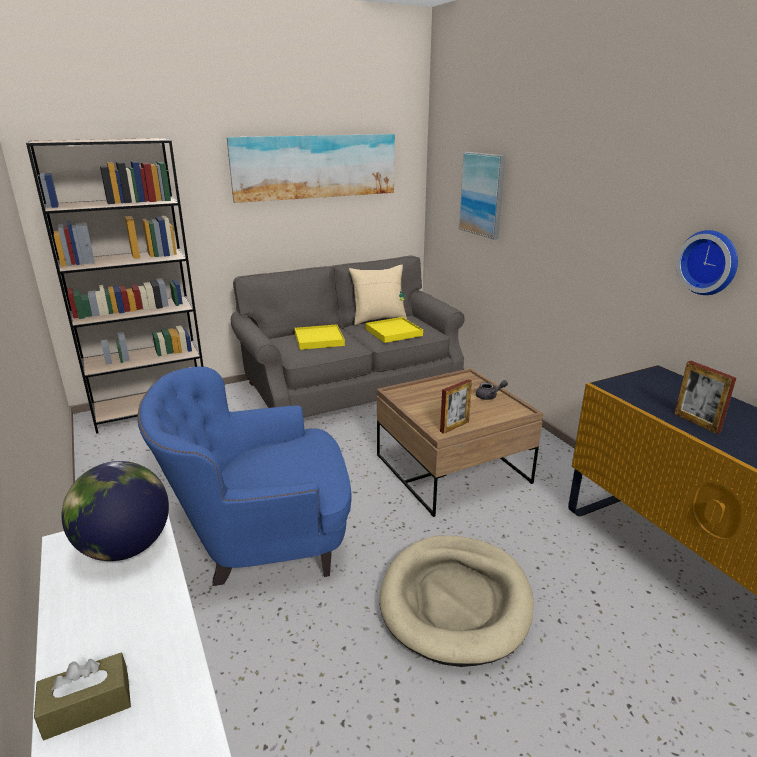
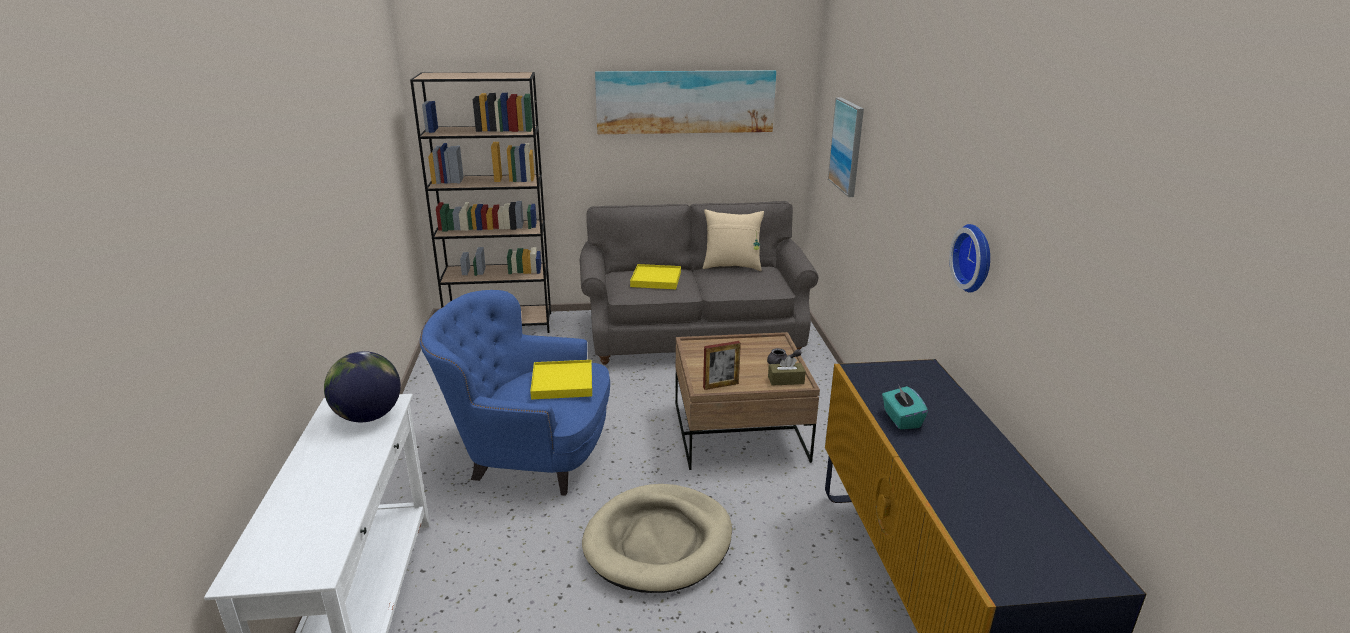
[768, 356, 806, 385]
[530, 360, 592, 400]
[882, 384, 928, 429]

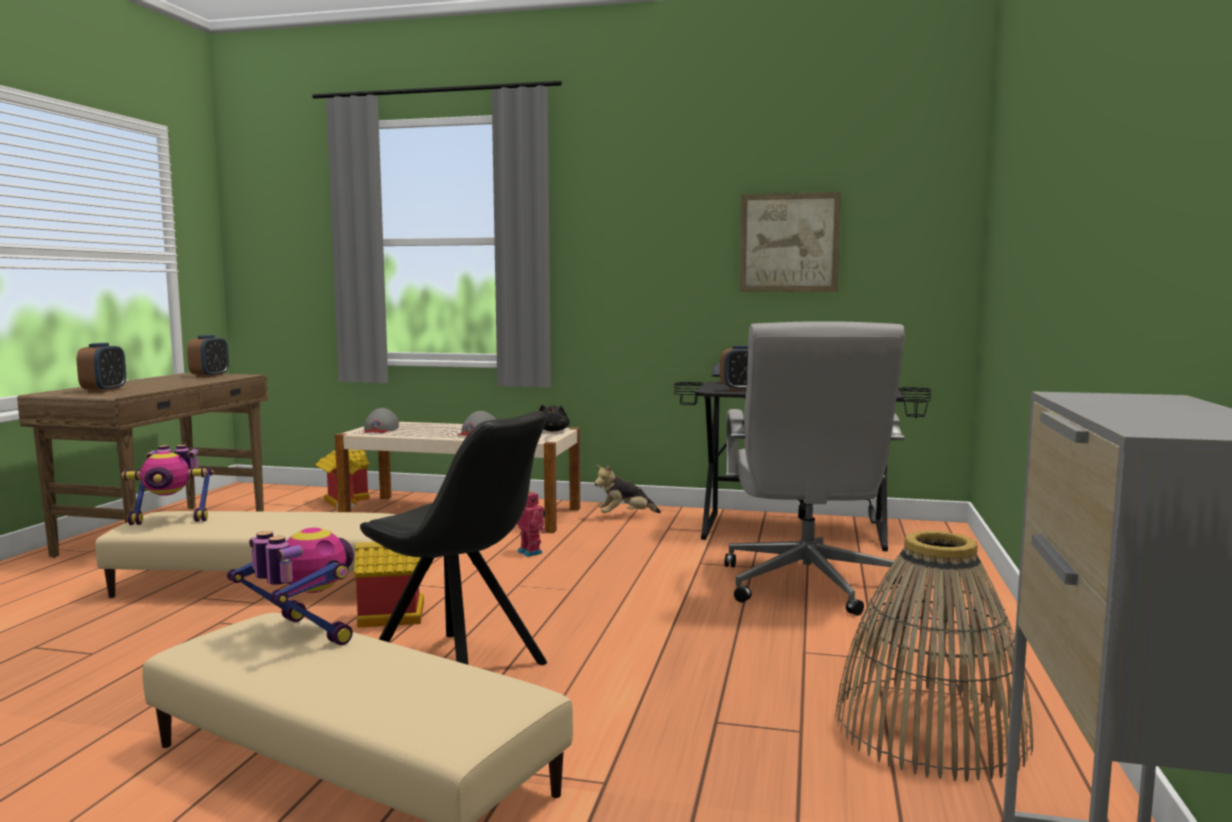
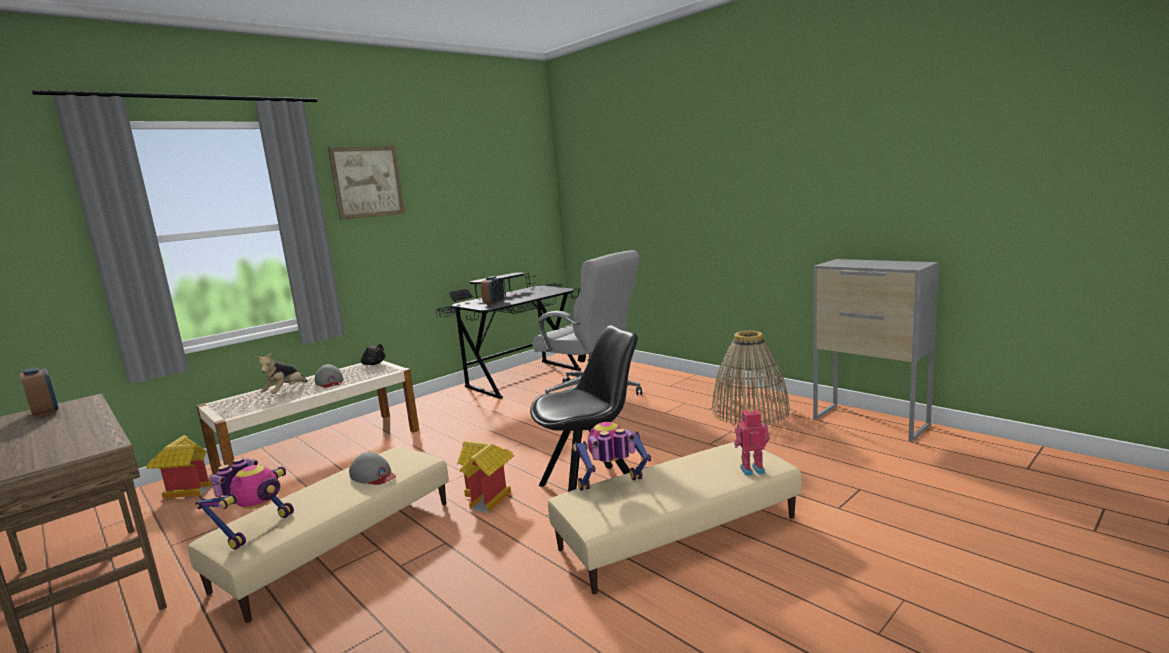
[77, 343, 126, 392] (first image)
[349, 452, 396, 485]
[734, 409, 770, 476]
[255, 352, 307, 394]
[328, 146, 405, 220]

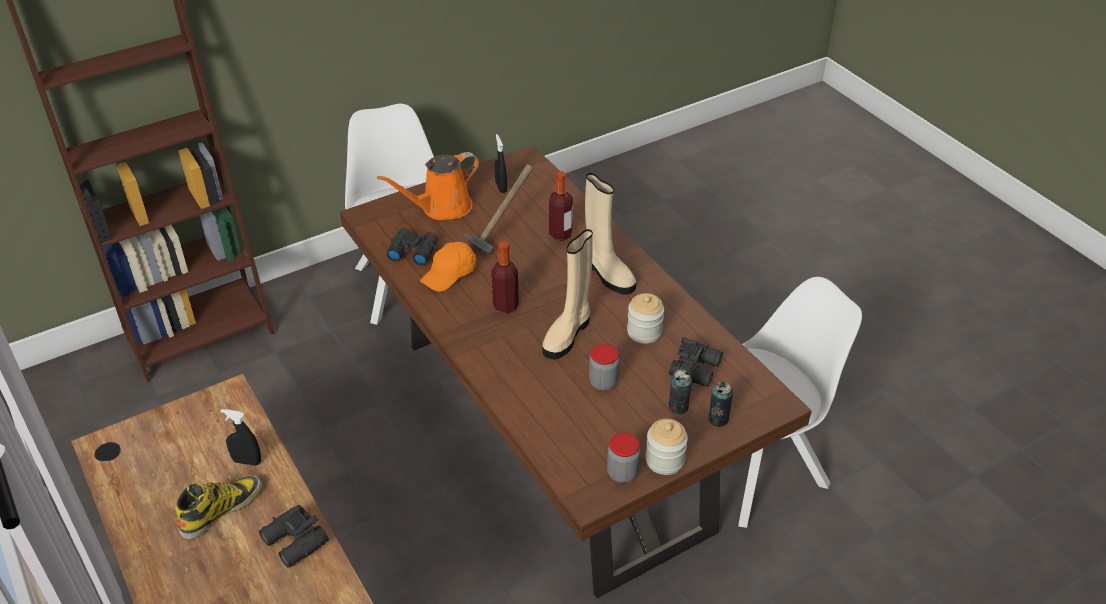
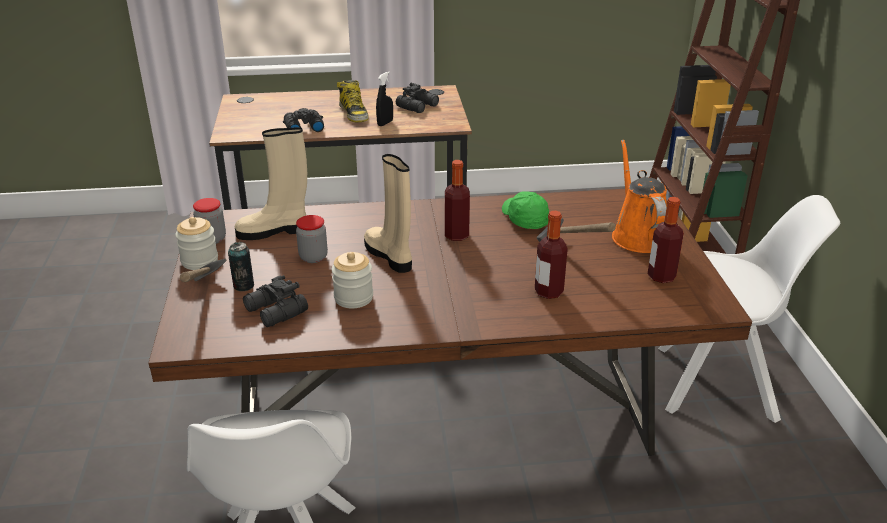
[396, 83, 439, 113]
[235, 127, 307, 240]
[648, 197, 684, 283]
[180, 258, 227, 282]
[502, 191, 549, 229]

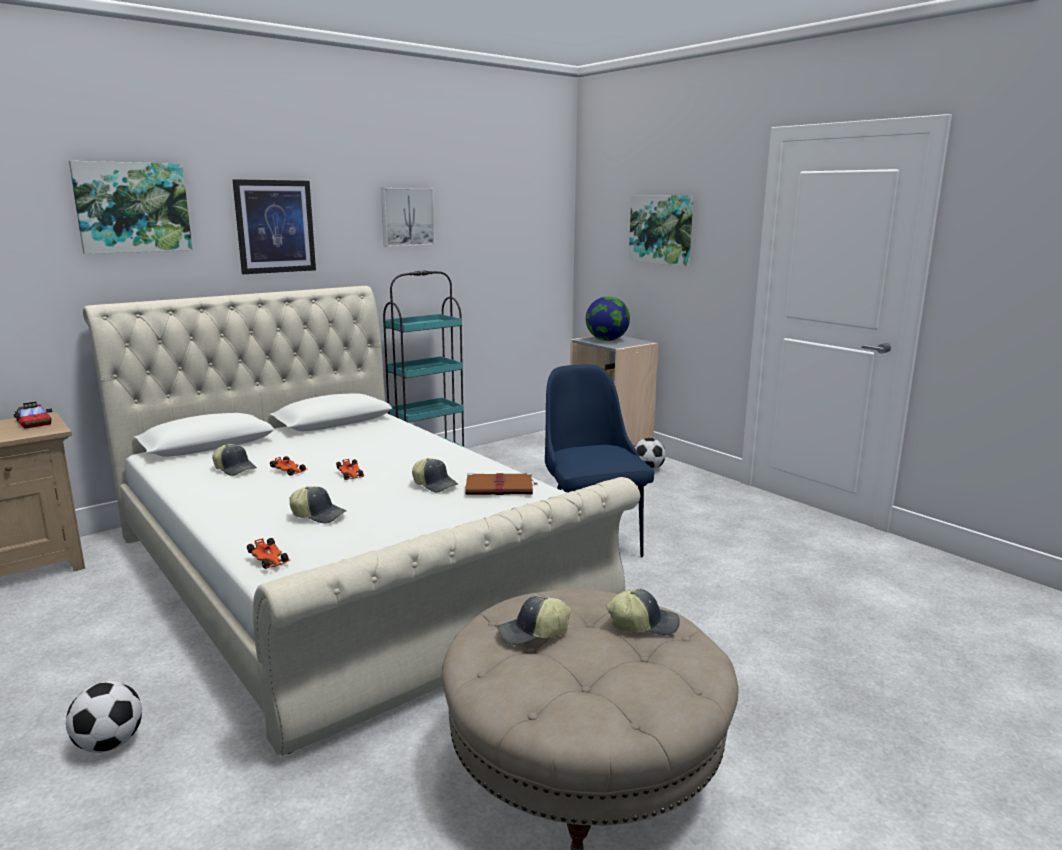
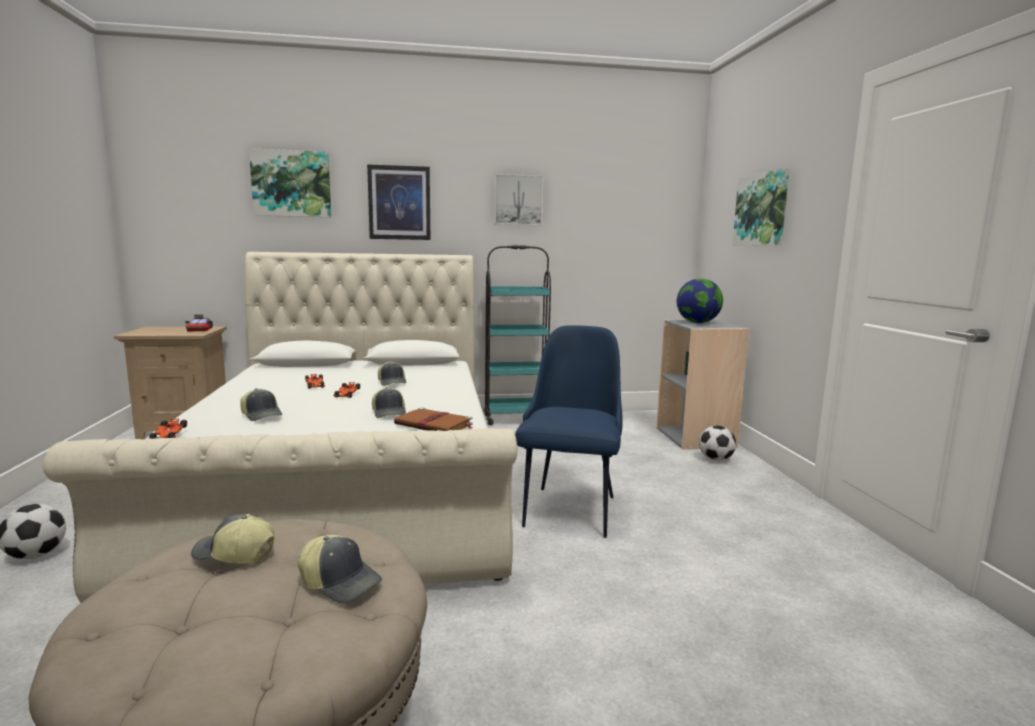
[378, 361, 406, 386]

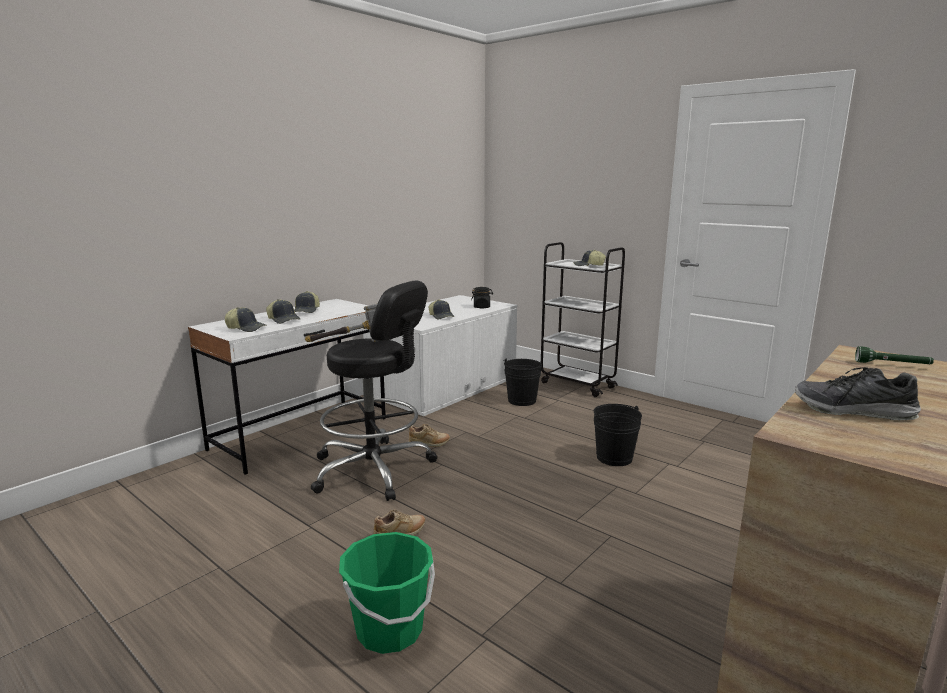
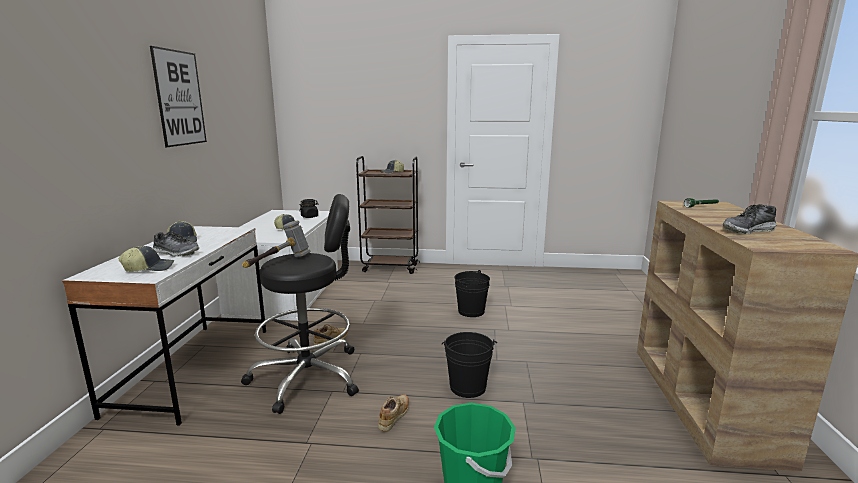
[150, 46, 207, 147]
[442, 332, 497, 398]
[153, 231, 200, 257]
[356, 156, 420, 274]

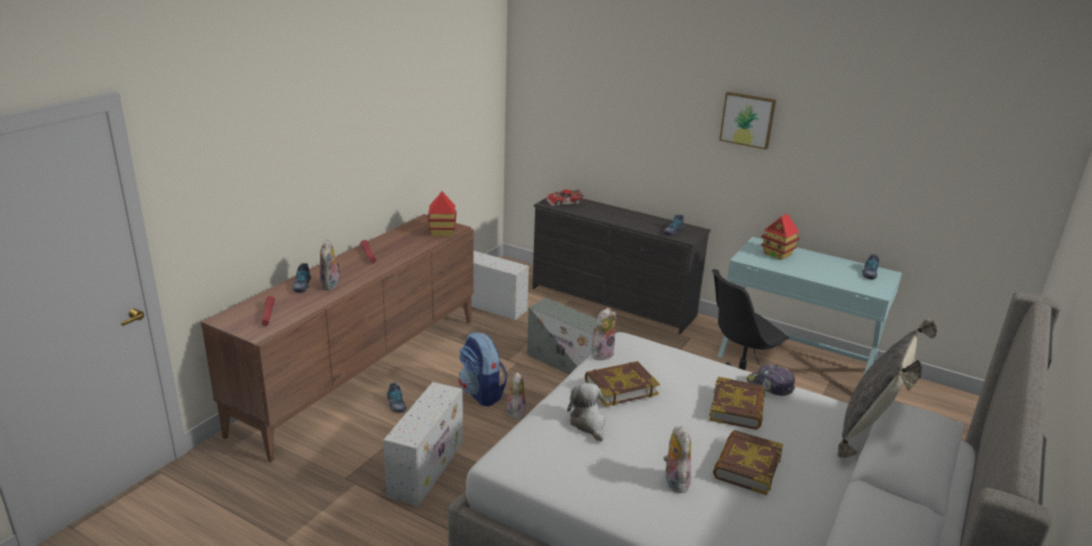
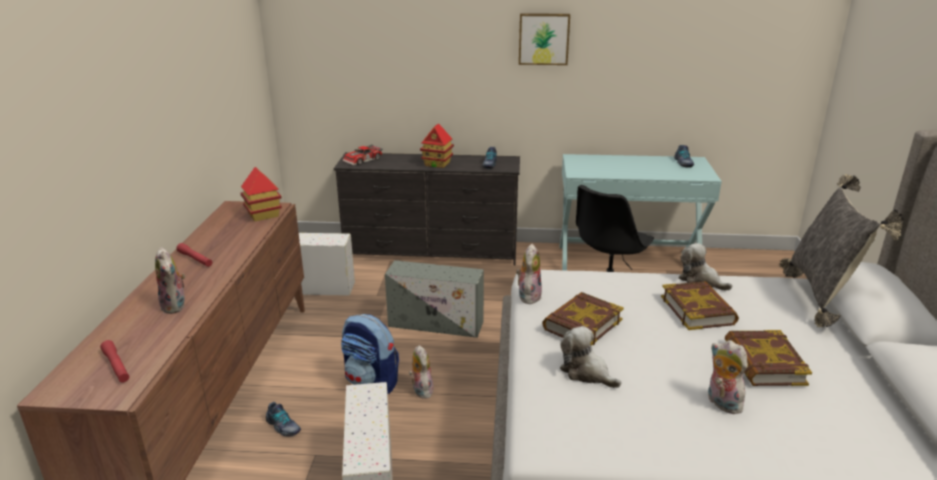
[292, 263, 311, 293] (first image)
[420, 123, 454, 168]
[678, 243, 732, 291]

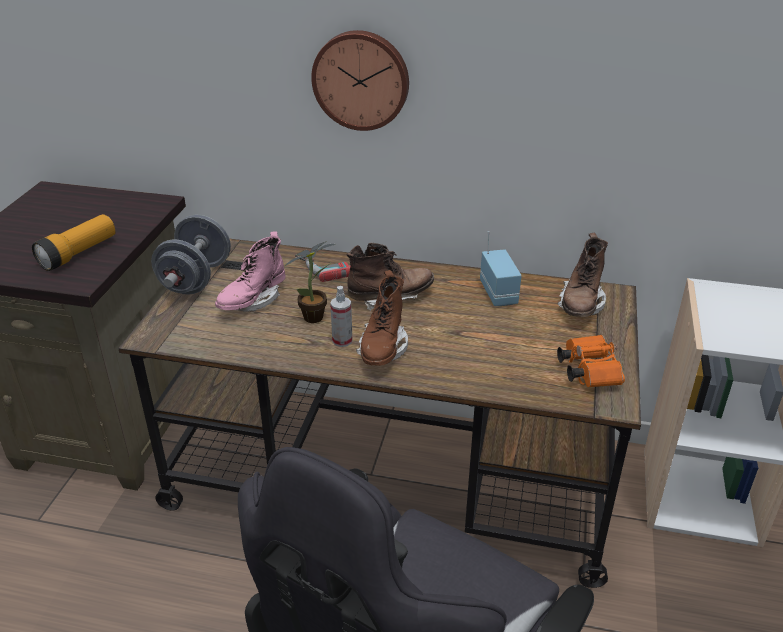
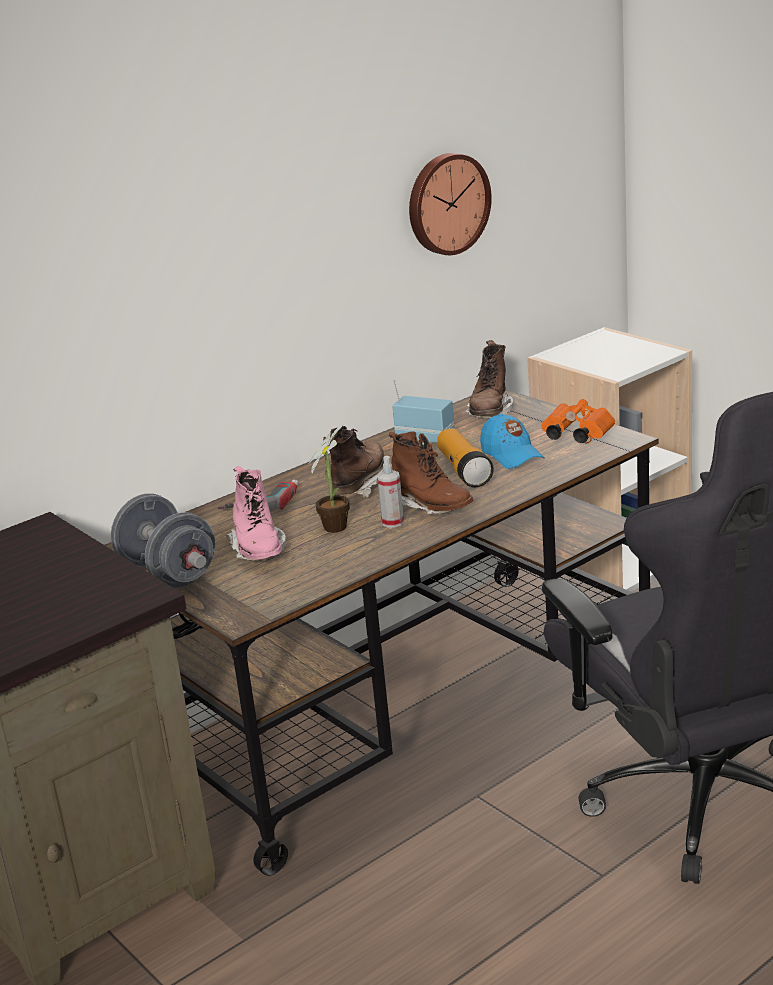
[480, 414, 545, 469]
[437, 428, 494, 487]
[409, 153, 492, 255]
[465, 340, 514, 419]

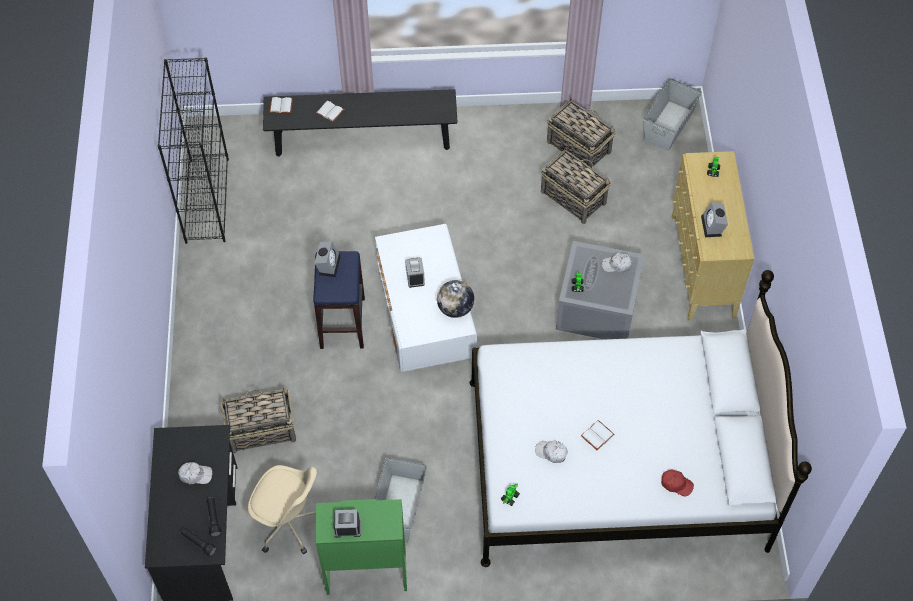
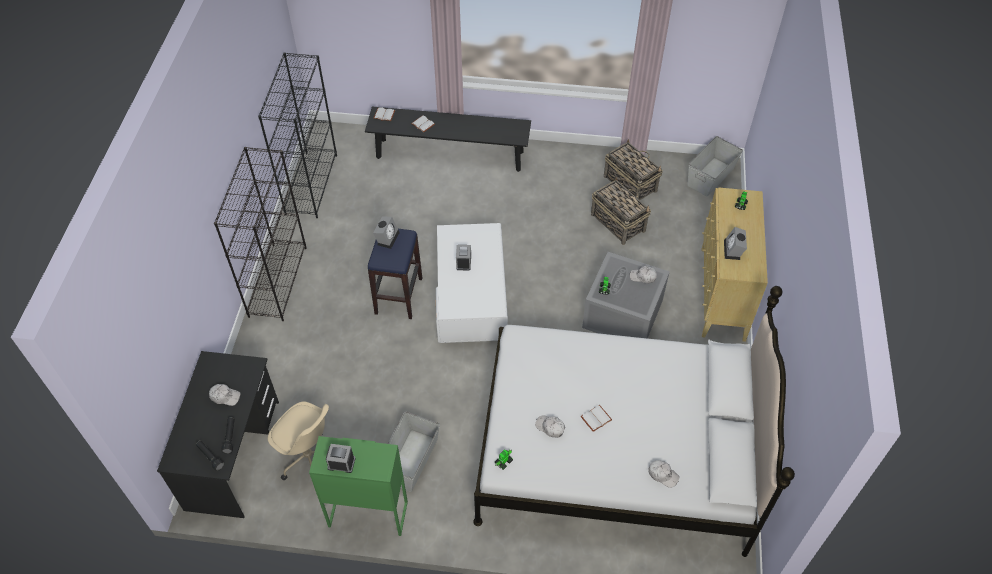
[221, 387, 296, 453] (first image)
[437, 280, 474, 318] (first image)
[214, 147, 307, 321]
[648, 460, 679, 488]

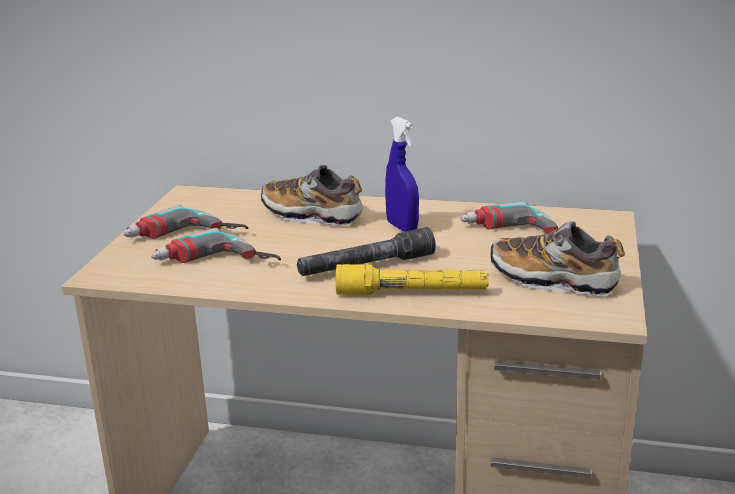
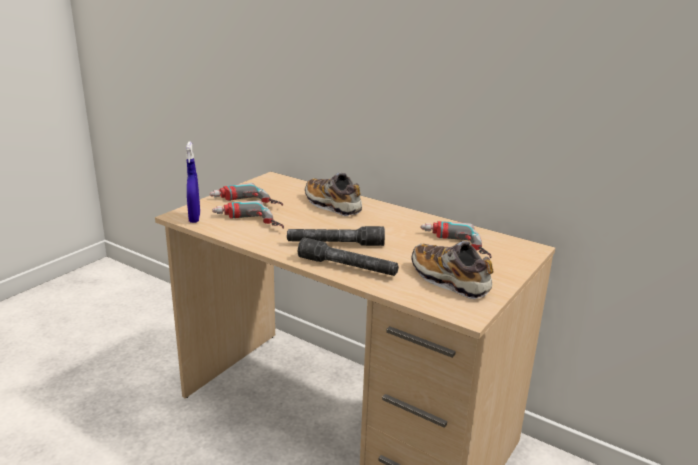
[186, 141, 200, 223]
[298, 237, 399, 276]

